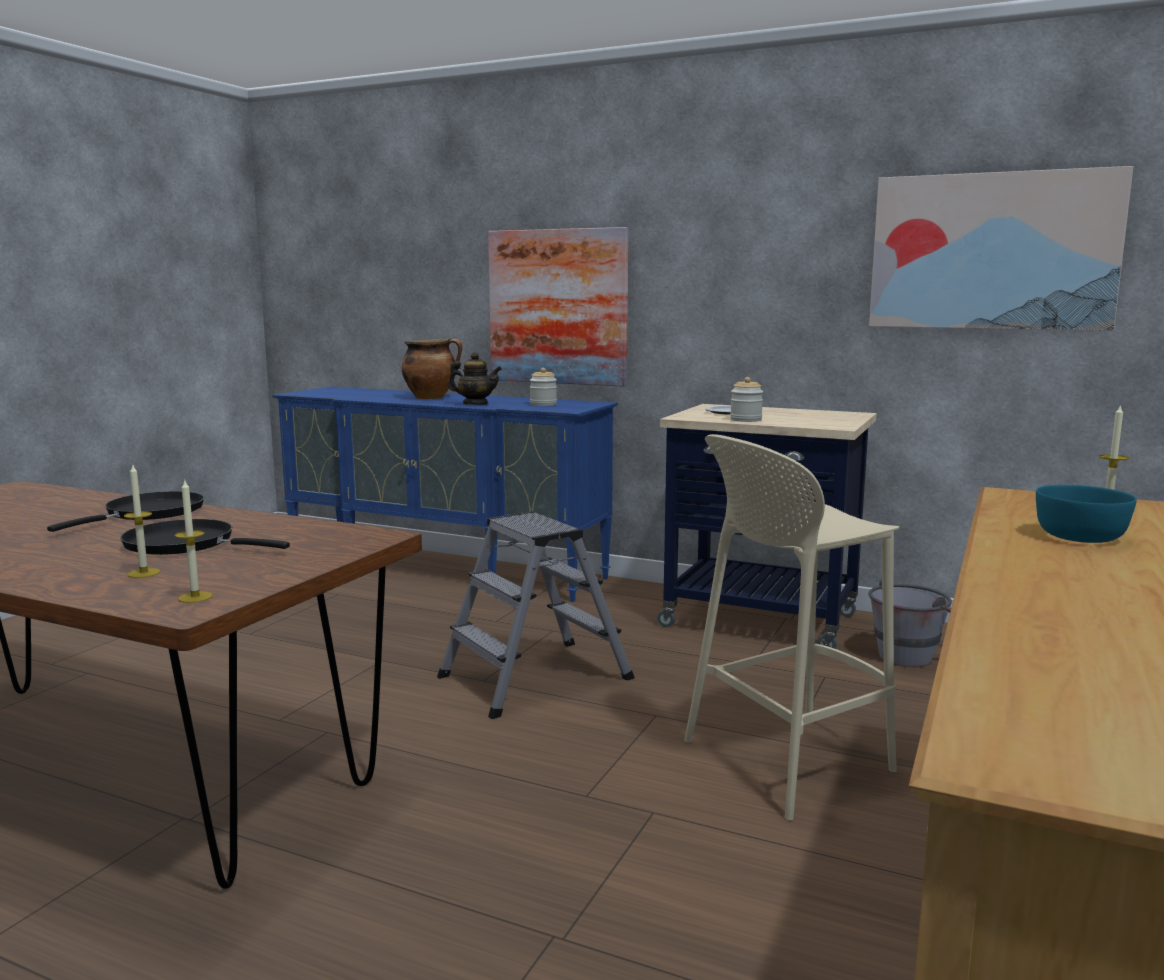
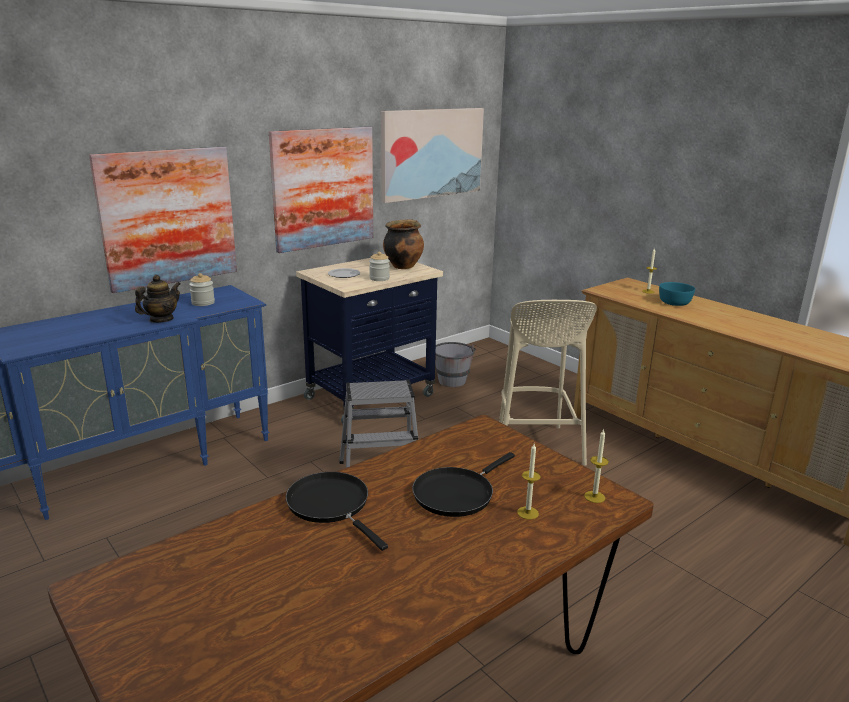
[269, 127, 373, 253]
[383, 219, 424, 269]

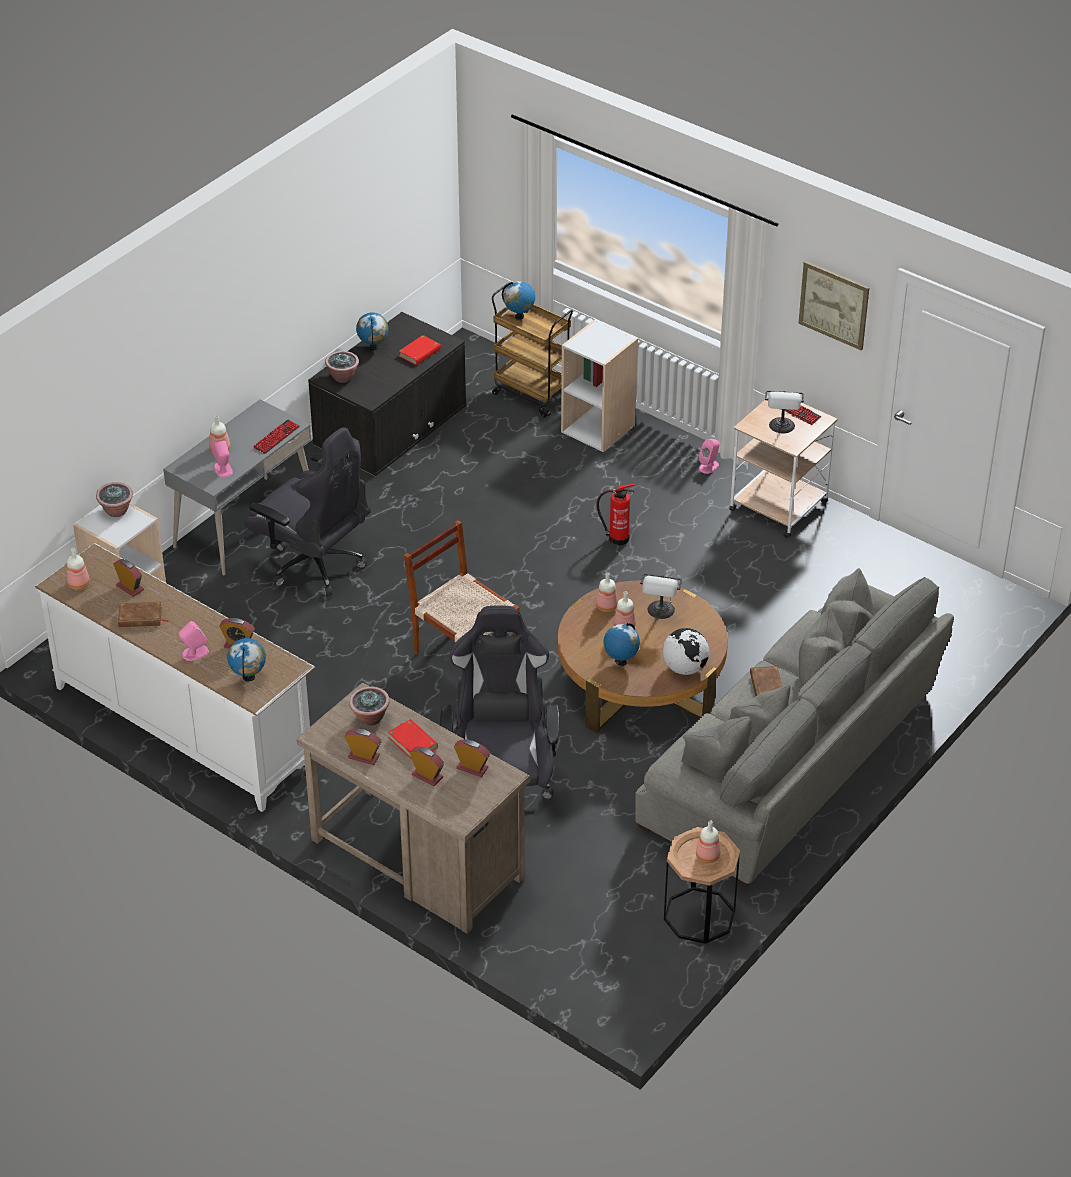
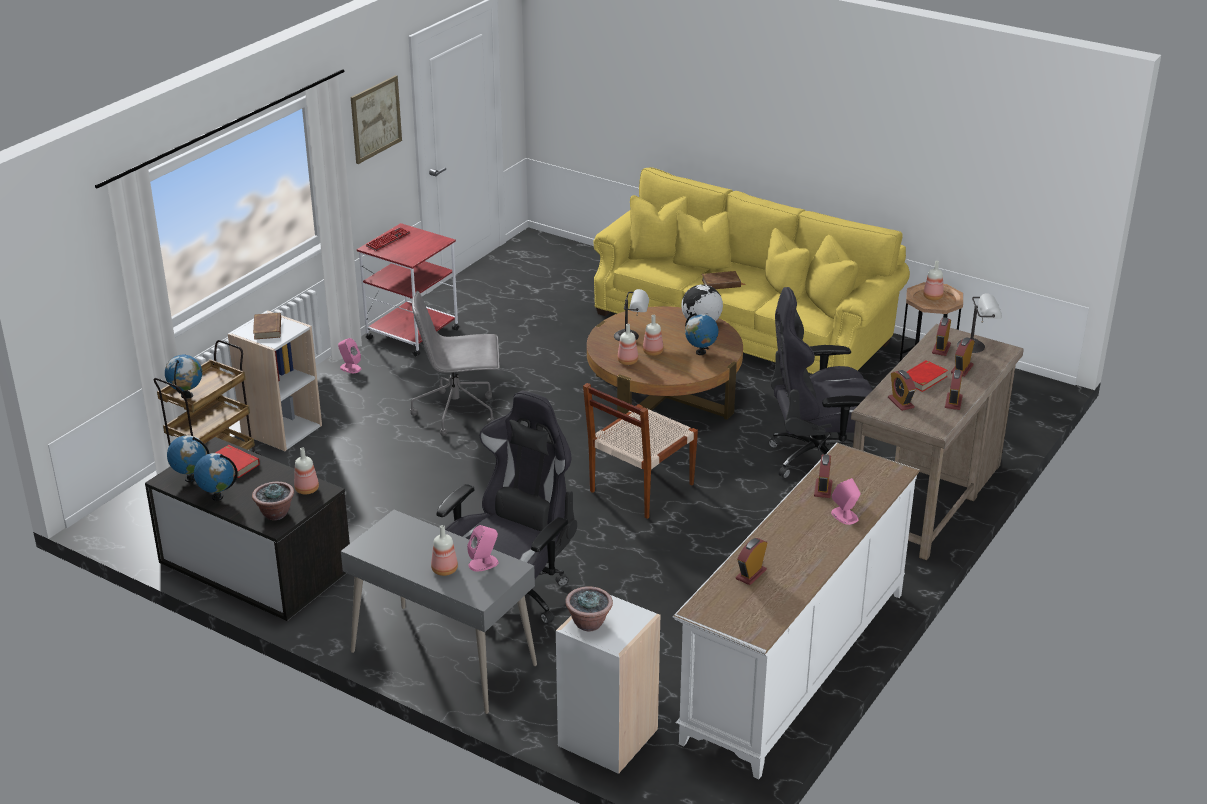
[253, 419, 300, 454] (first image)
[294, 447, 319, 495]
[253, 313, 281, 340]
[167, 435, 210, 482]
[957, 293, 1002, 353]
[888, 370, 916, 411]
[410, 291, 499, 436]
[593, 167, 910, 374]
[357, 223, 459, 356]

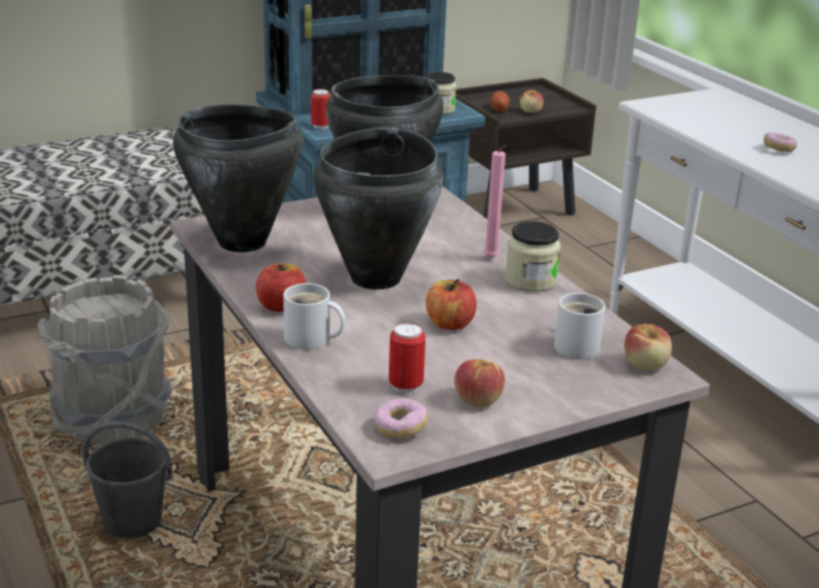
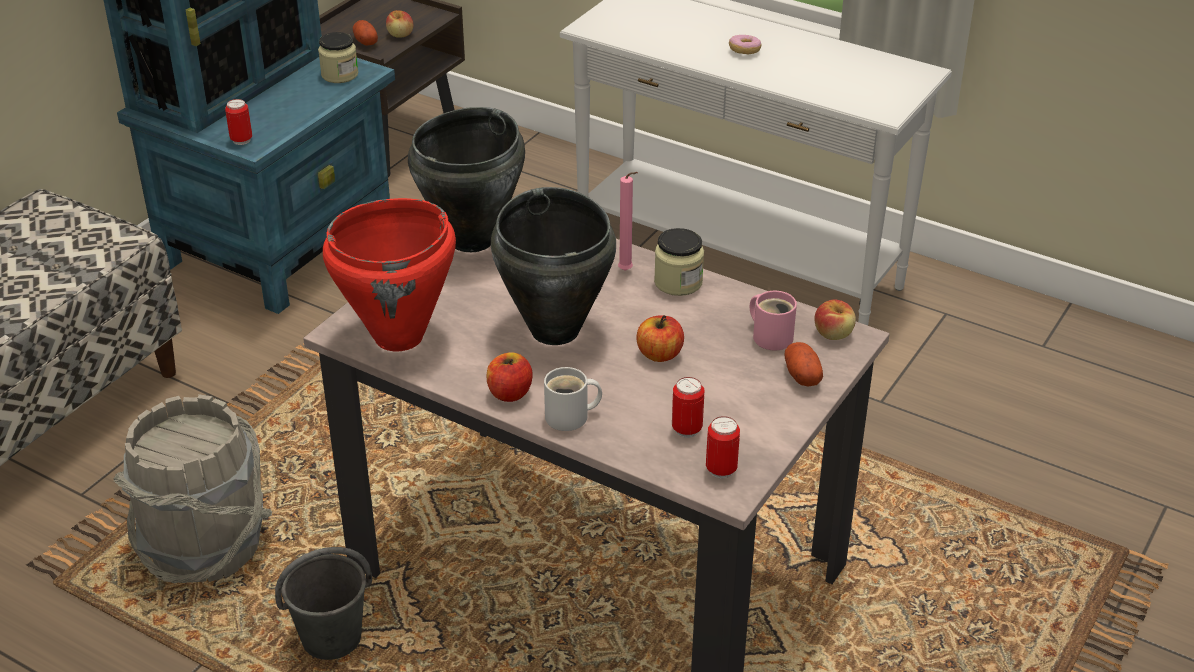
[454, 359, 505, 407] (first image)
[784, 342, 823, 386]
[706, 416, 740, 479]
[323, 198, 456, 351]
[750, 291, 797, 350]

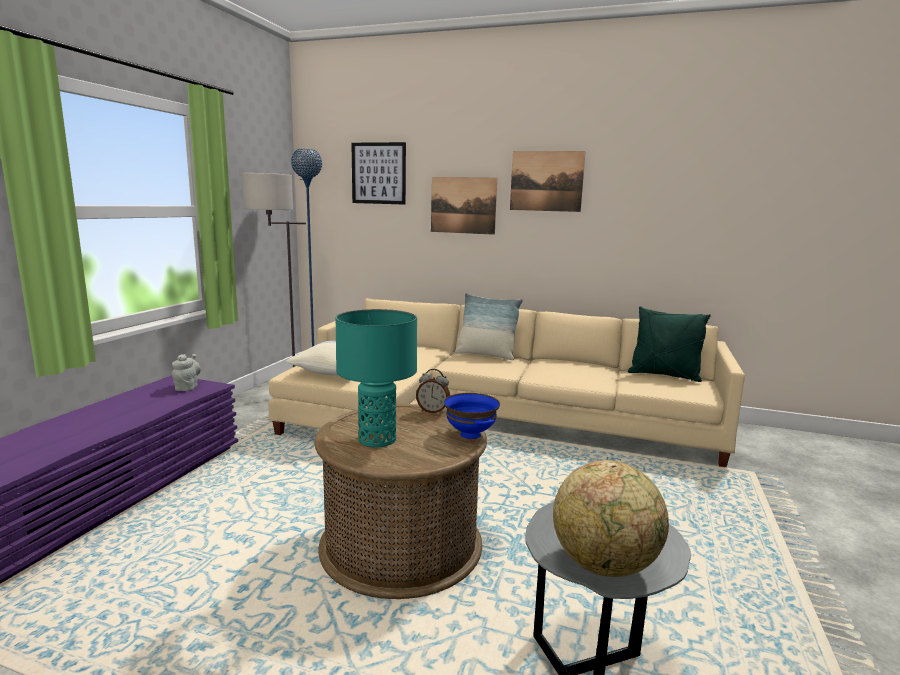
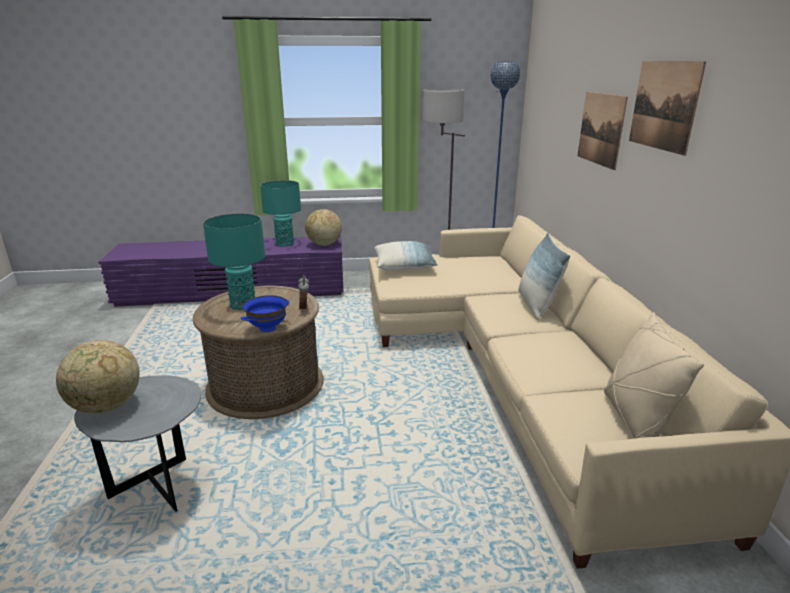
[351, 142, 406, 205] (first image)
[260, 180, 301, 246]
[305, 209, 342, 246]
[603, 312, 704, 439]

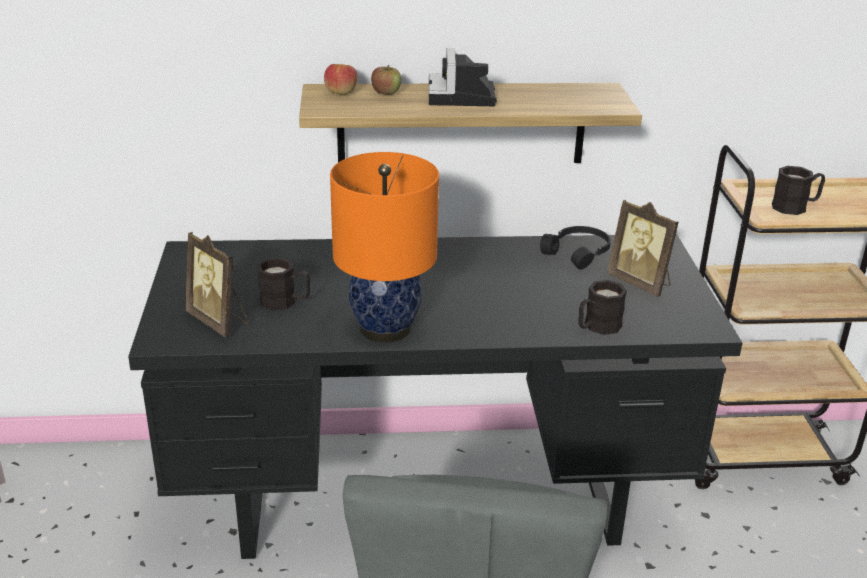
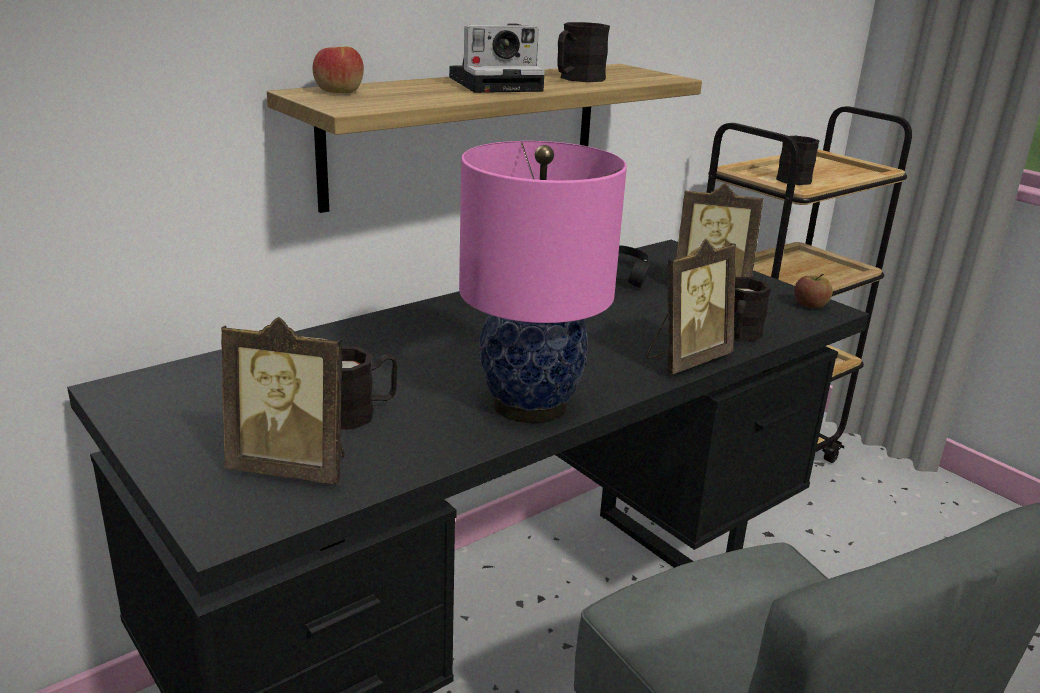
[557, 22, 610, 82]
[647, 239, 736, 374]
[794, 274, 833, 308]
[459, 141, 627, 423]
[449, 24, 545, 93]

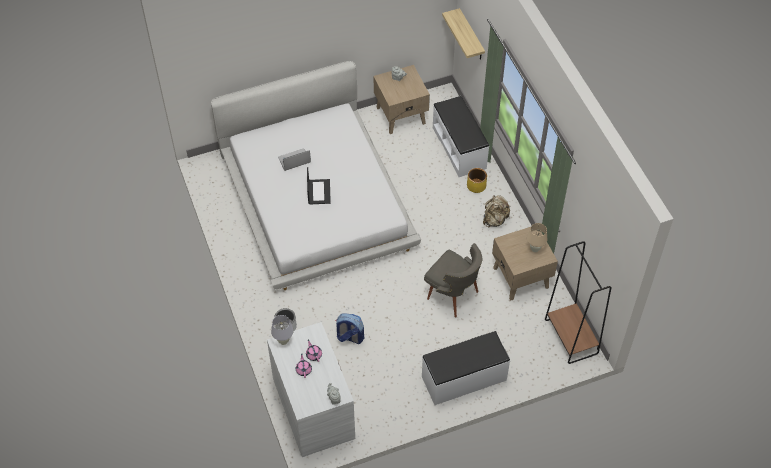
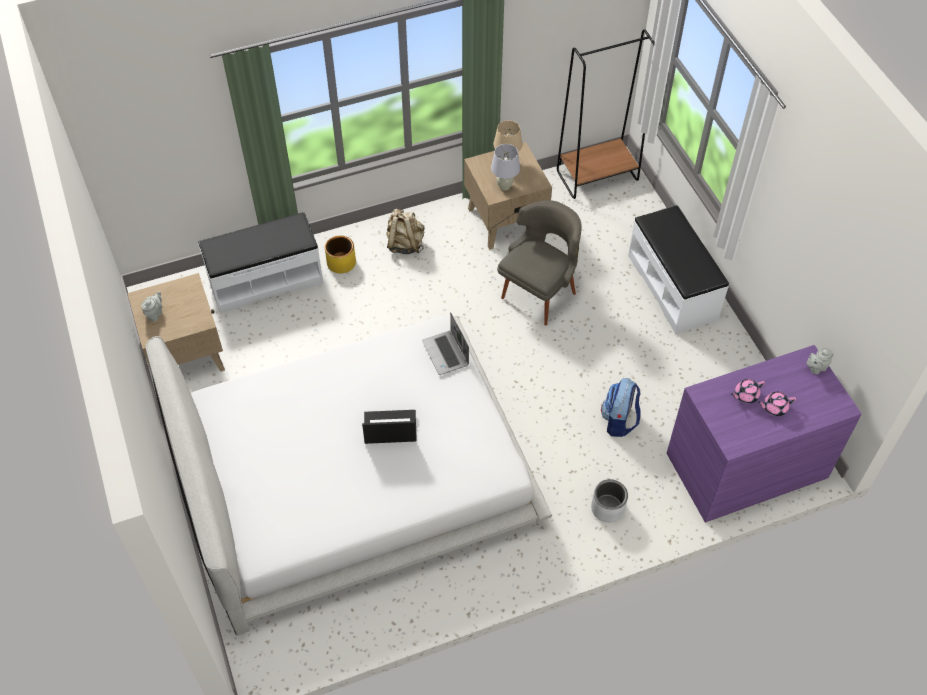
[442, 8, 485, 60] (first image)
[491, 144, 520, 191]
[422, 312, 469, 375]
[666, 345, 862, 523]

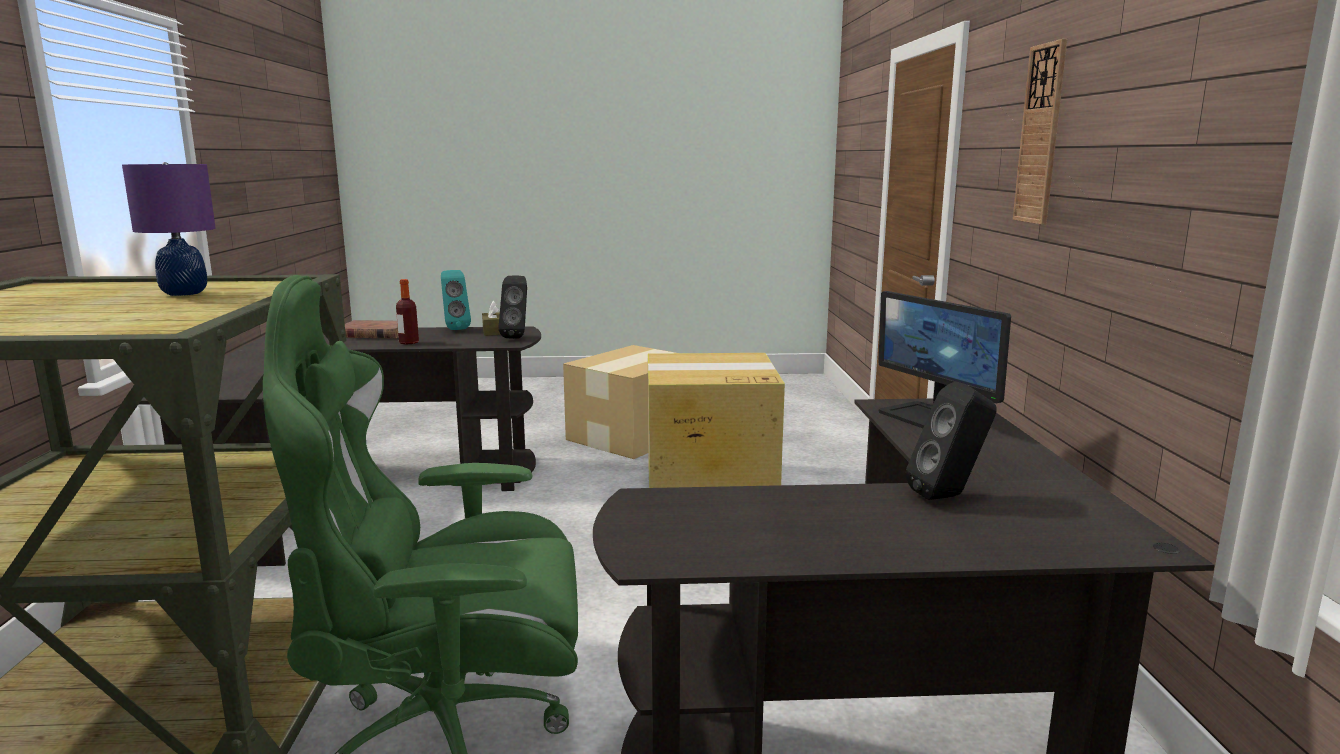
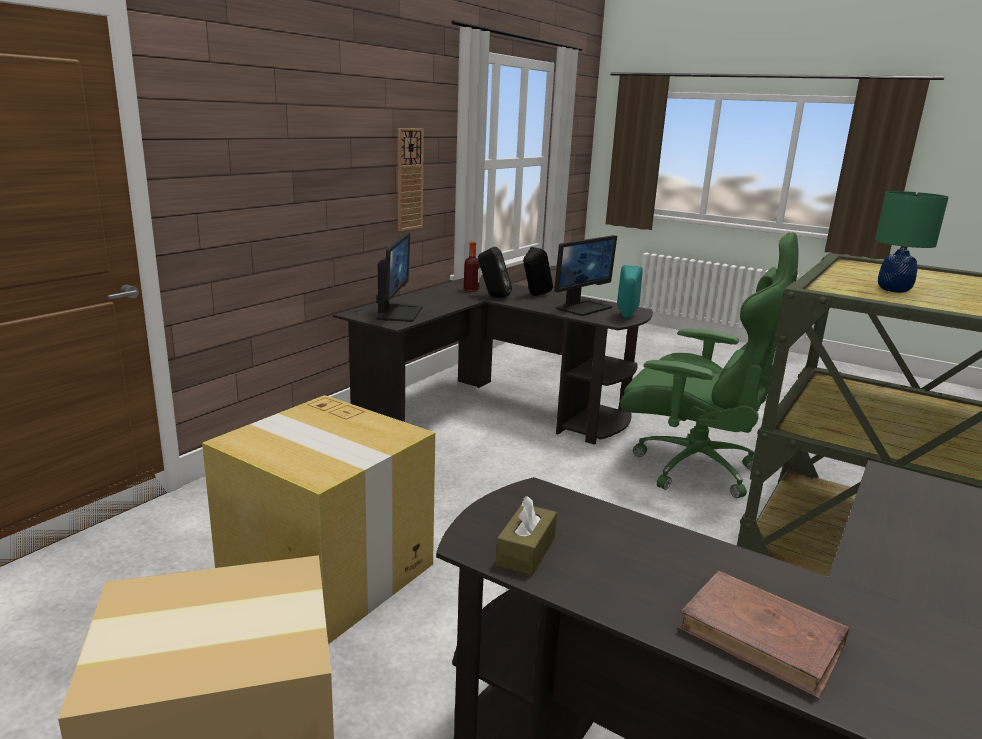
[554, 235, 617, 316]
[464, 242, 480, 292]
[617, 265, 643, 318]
[523, 247, 553, 296]
[398, 128, 424, 231]
[875, 191, 949, 293]

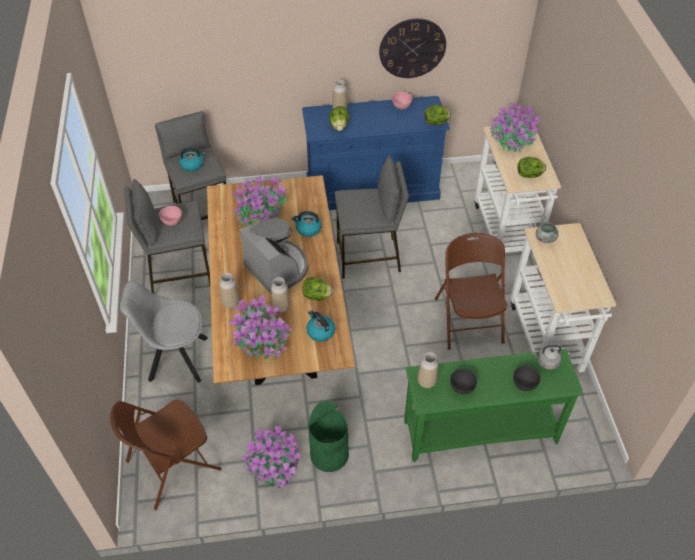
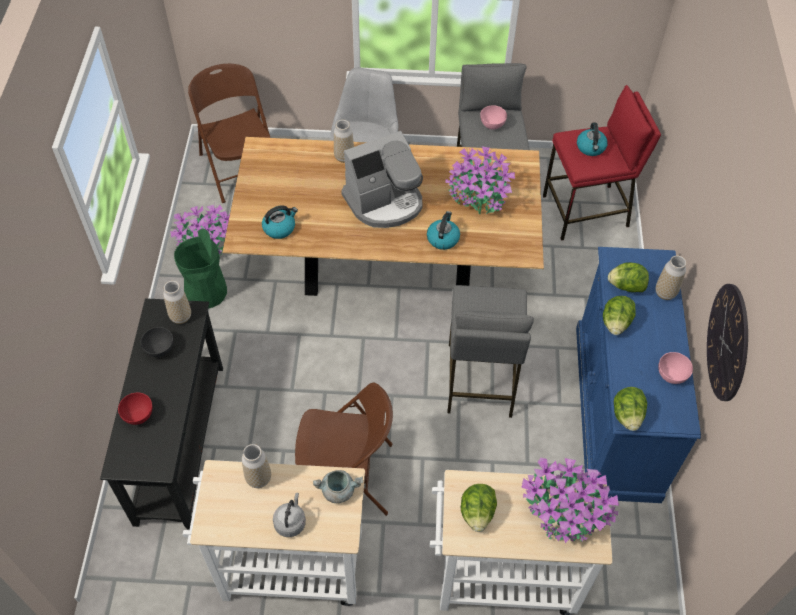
[229, 296, 292, 359] (first image)
[242, 444, 271, 488]
[603, 296, 636, 335]
[273, 493, 306, 537]
[543, 85, 661, 240]
[100, 298, 223, 530]
[118, 393, 152, 425]

